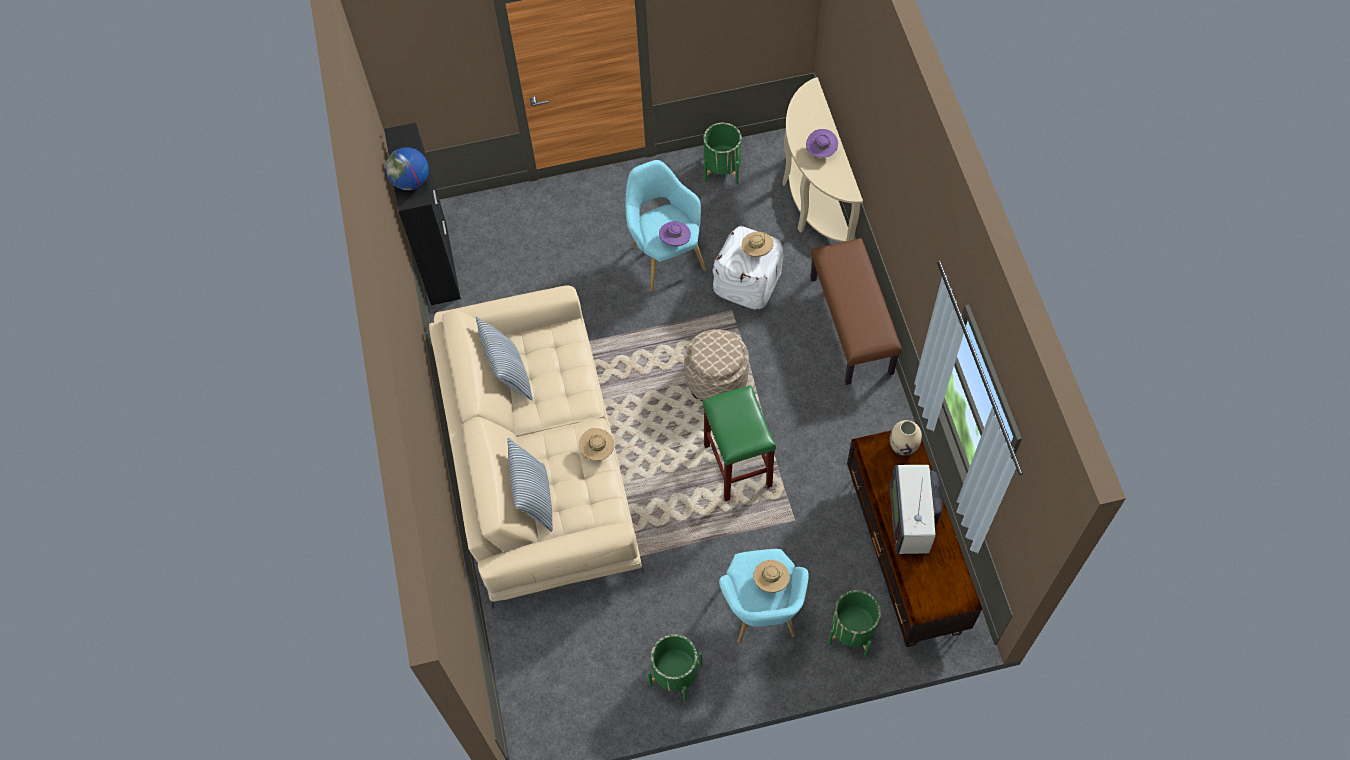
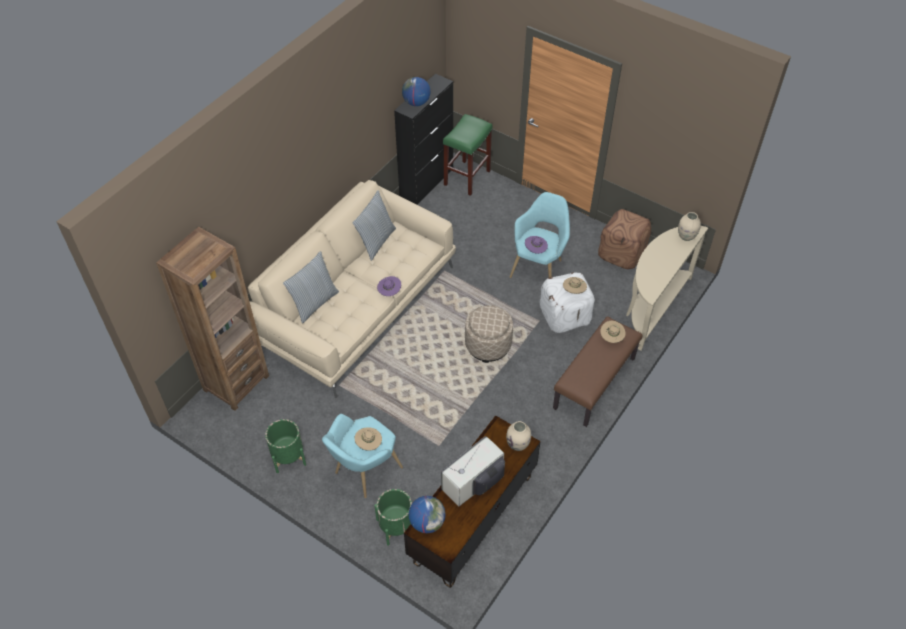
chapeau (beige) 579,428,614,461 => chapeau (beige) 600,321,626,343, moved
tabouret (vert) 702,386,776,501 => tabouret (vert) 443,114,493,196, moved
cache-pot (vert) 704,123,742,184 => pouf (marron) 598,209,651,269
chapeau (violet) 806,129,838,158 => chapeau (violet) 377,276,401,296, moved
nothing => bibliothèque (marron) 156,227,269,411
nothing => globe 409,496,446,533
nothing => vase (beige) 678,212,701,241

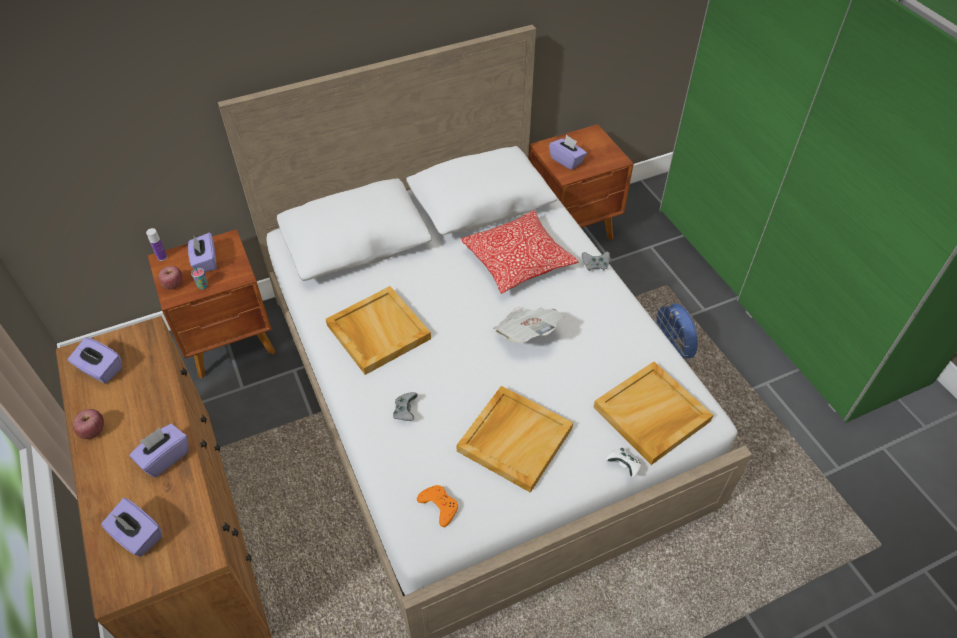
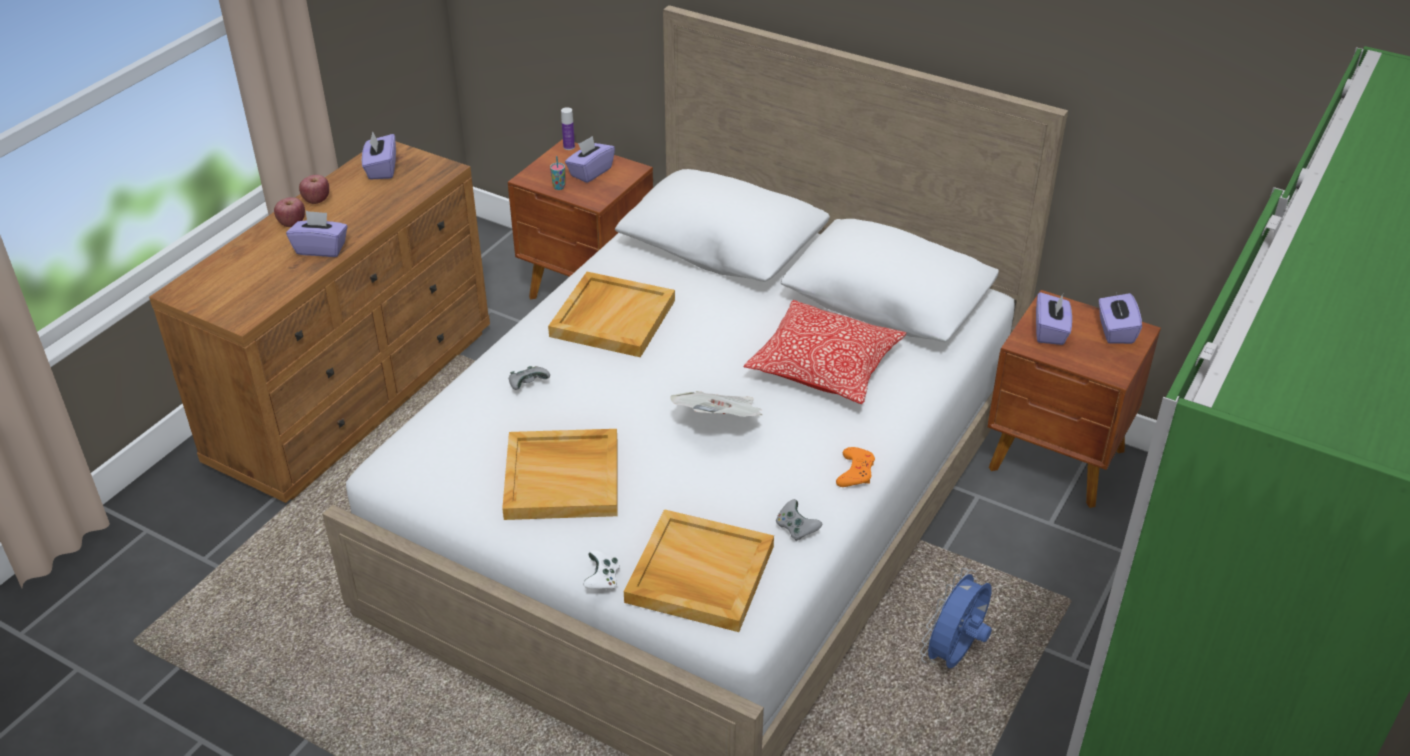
boîte à mouchoirs (violet) 101,498,162,557 => boîte à mouchoirs (violet) 1098,292,1142,344, moved
pomme 158,266,182,289 => pomme 274,197,305,227, moved
manette (orange) 417,485,458,527 => manette (orange) 836,447,875,487, moved
manette (gris) 582,251,610,271 => manette (gris) 776,499,822,541, moved

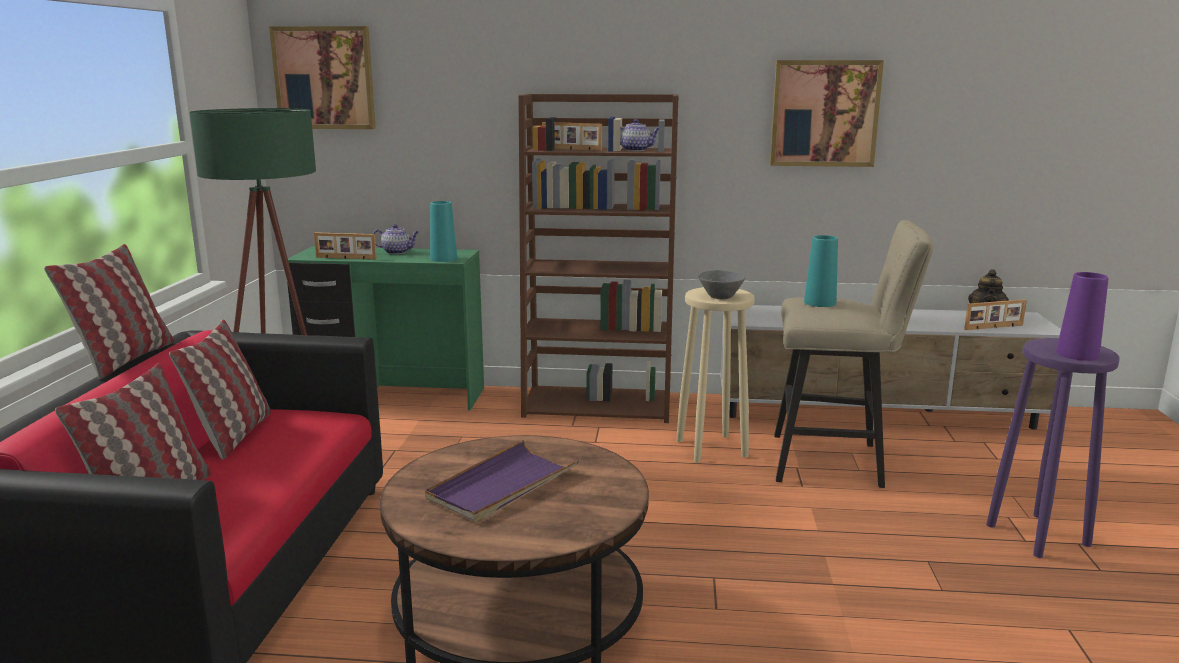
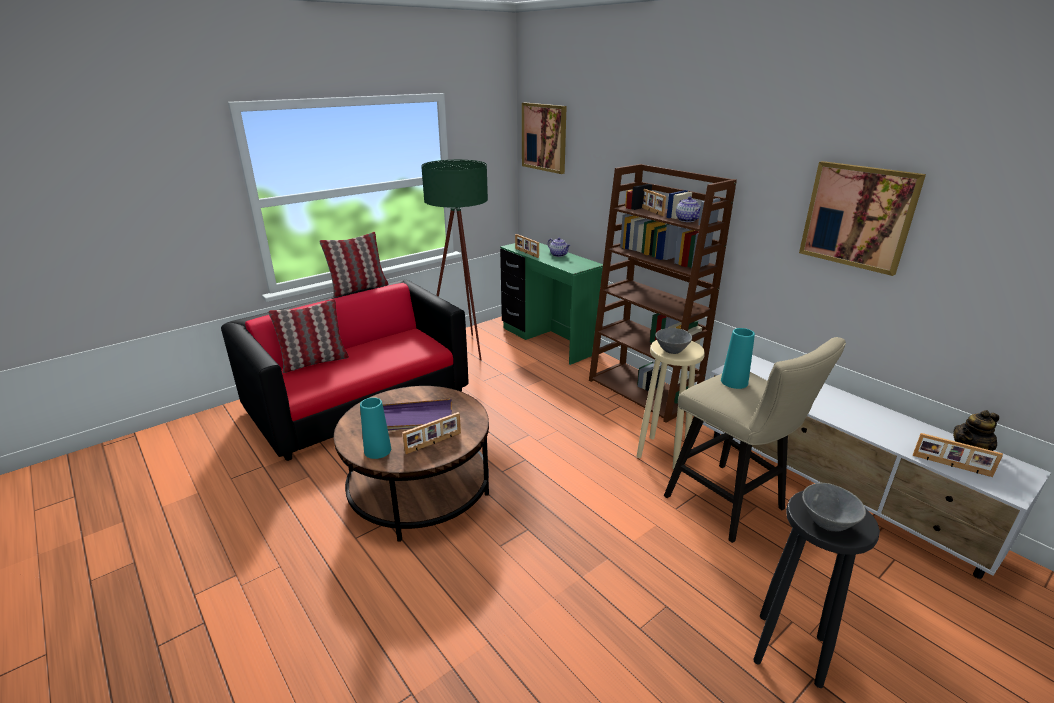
coussin 169,319,271,459 => nothing
vase (turquoise) 430,201,457,262 => vase (turquoise) 360,397,391,459, moved
tabouret (violet) 986,338,1120,558 => tabouret (noir) 753,490,880,688
vase (violet) 1056,272,1109,361 => bol (gris) 802,483,866,532
nothing => cadre photo 402,412,461,454

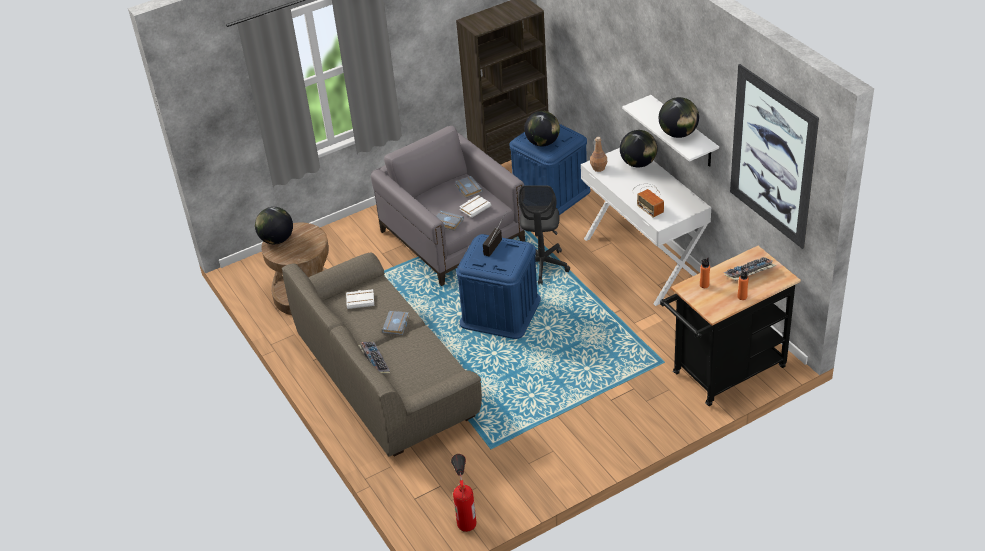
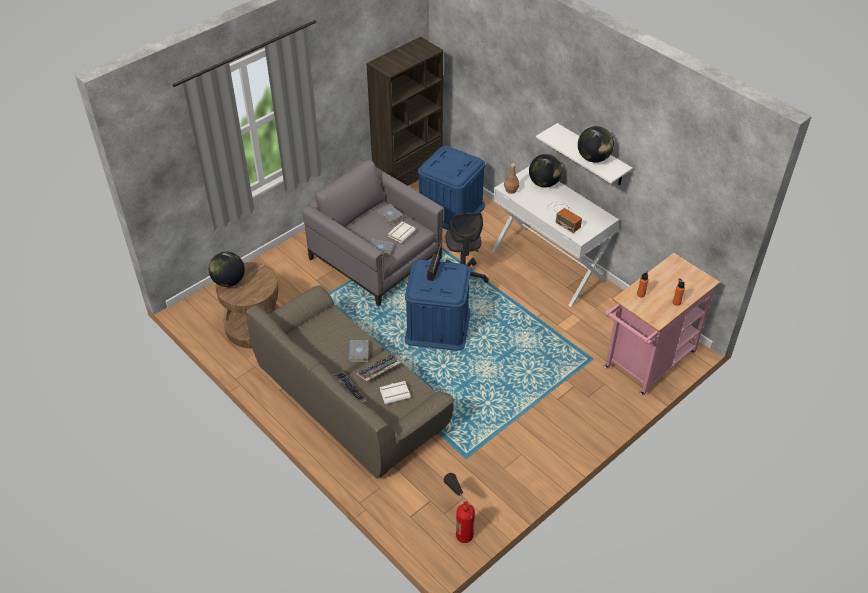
livre (blanc) 346,289,374,309 => livre (blanc) 380,381,411,404, moved
globe 524,111,560,146 => nothing
chariot (noir) 660,246,801,406 => chariot (rose) 604,253,720,396
clavier 724,257,777,280 => clavier 357,354,401,381, moved
tableau 730,64,819,249 => nothing

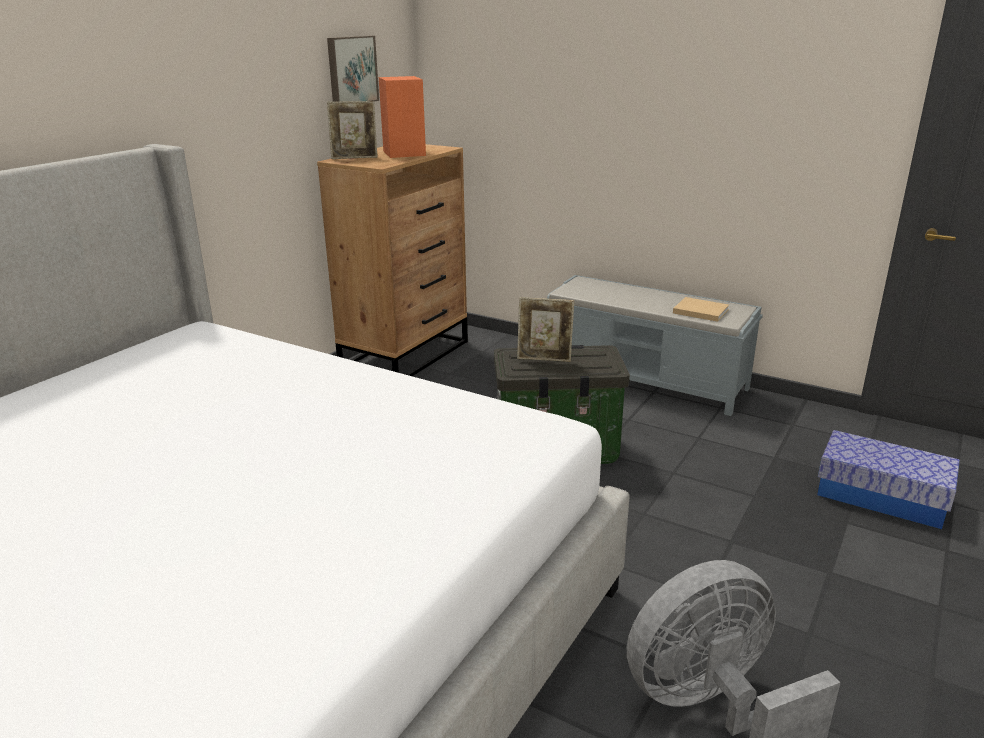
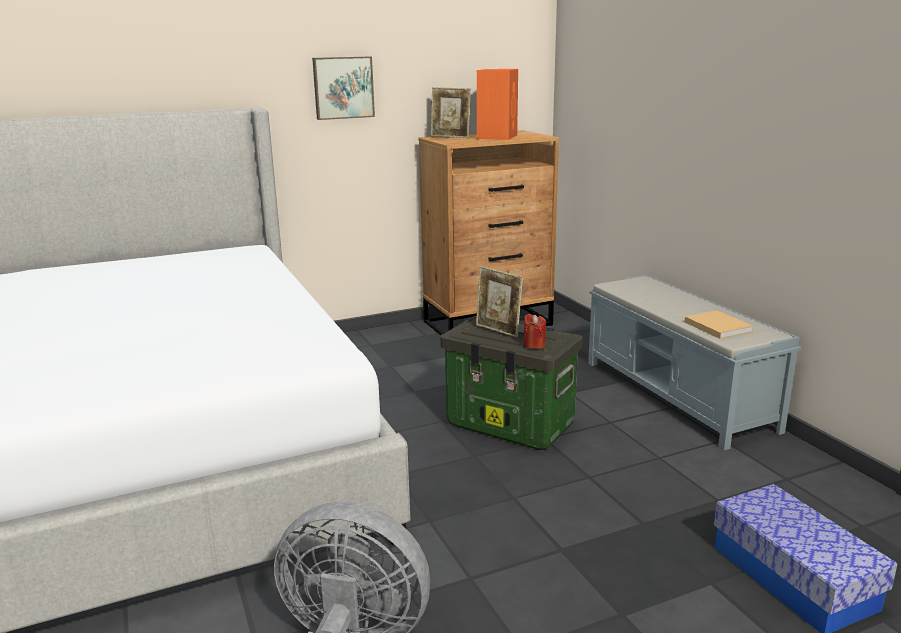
tableau 327,36,379,101 => tableau 312,57,375,120, moved
nothing => bougie (rouge) 524,314,546,349

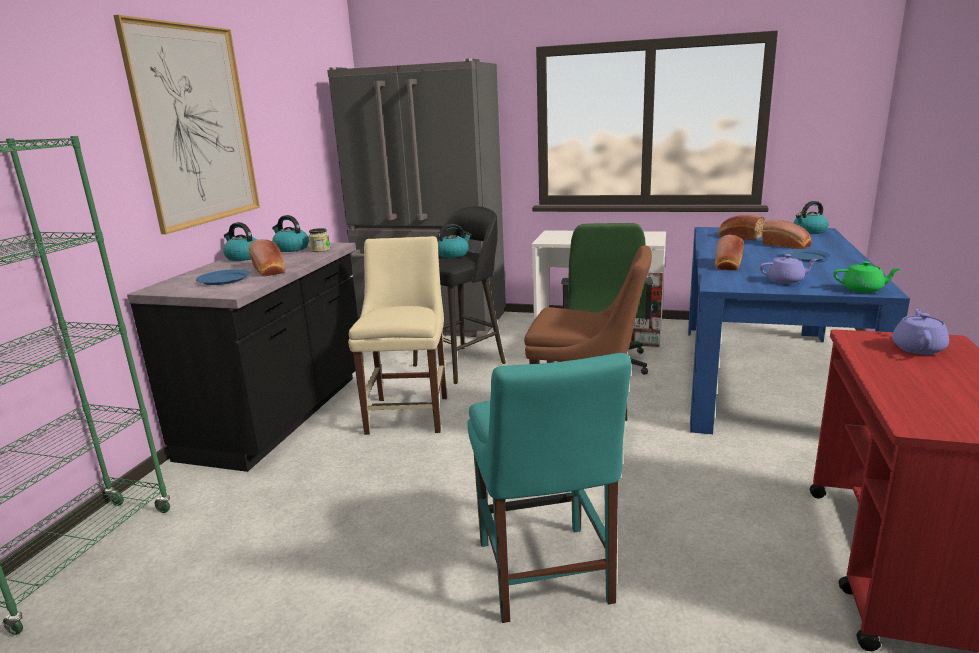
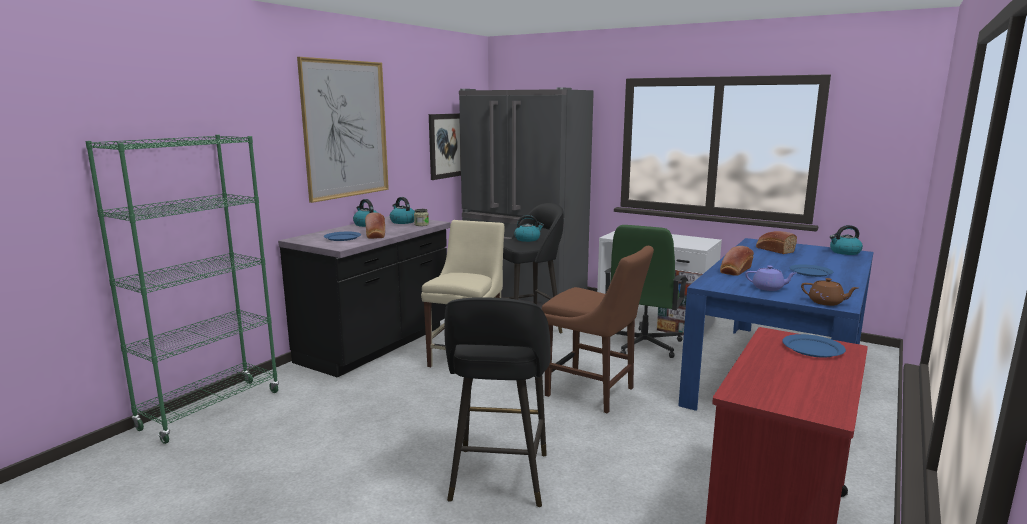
chaise (turquoise) 467,353,632,623 => tabouret (noir) 444,297,551,507
pain 762,220,812,249 => nothing
théière (vert) 833,261,902,293 => théière (marron) 801,278,858,306
théière (violet) 892,309,949,355 => assiette (bleu) 782,334,846,357
nothing => tableau 429,113,461,180

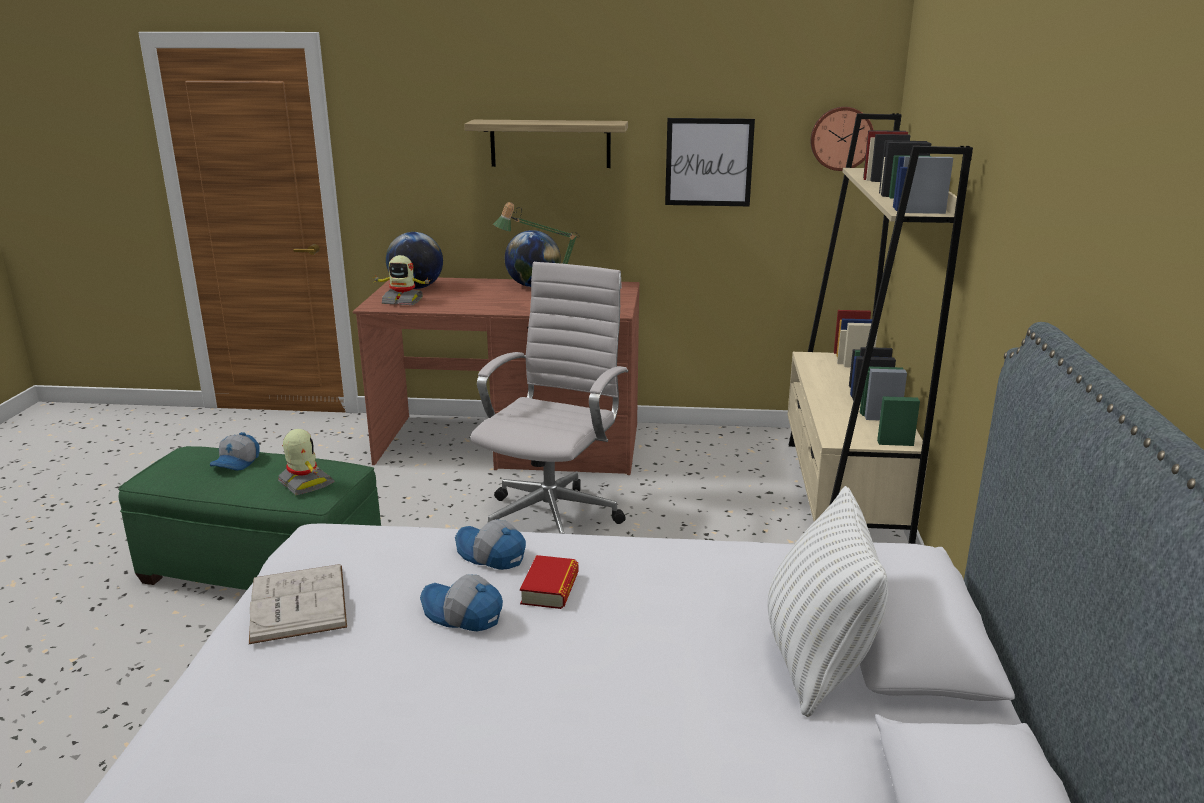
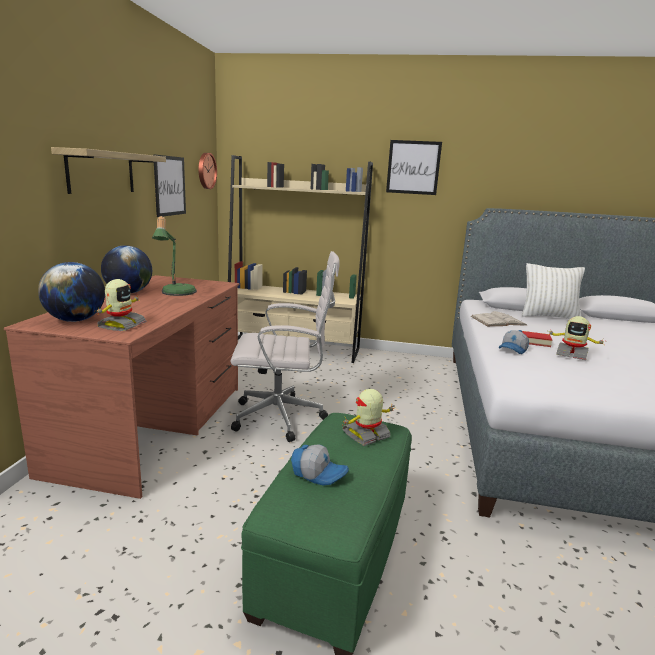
livre (blanc) 249,564,347,644 => livre (blanc) 471,311,528,326, moved
casquette 420,574,503,632 => robot jouet 548,316,604,360
chaise de bureau (blanc) 471,262,628,534 => chaise de bureau (blanc) 231,251,340,442, 150 degrees clockwise
nothing => tableau 386,140,442,195

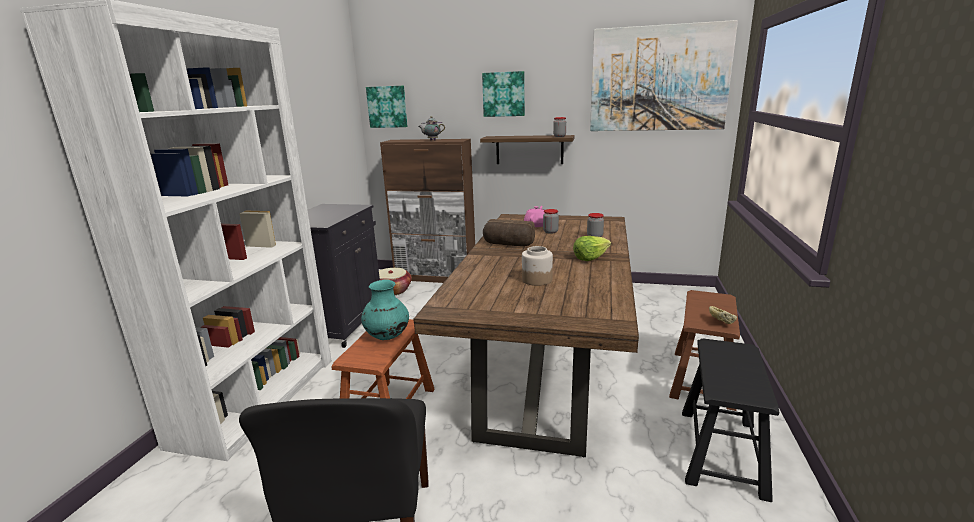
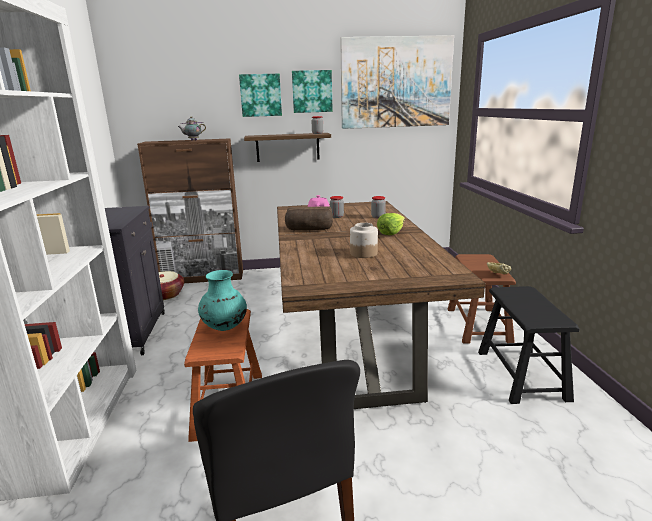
tableau 366,86,407,128 => tableau 292,70,333,113, moved

